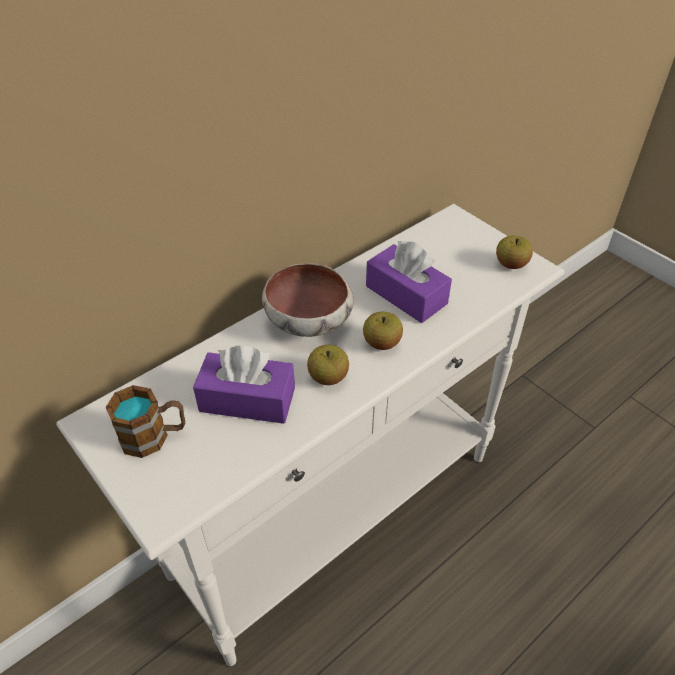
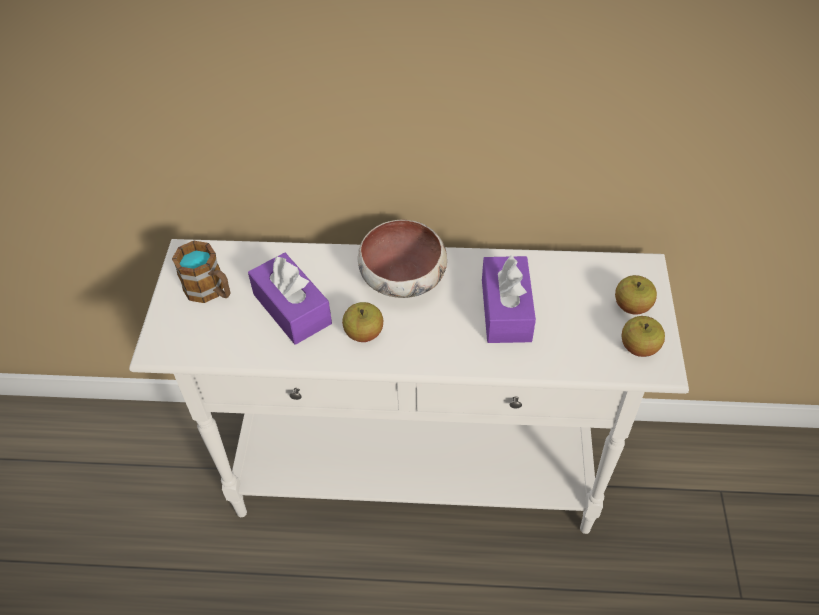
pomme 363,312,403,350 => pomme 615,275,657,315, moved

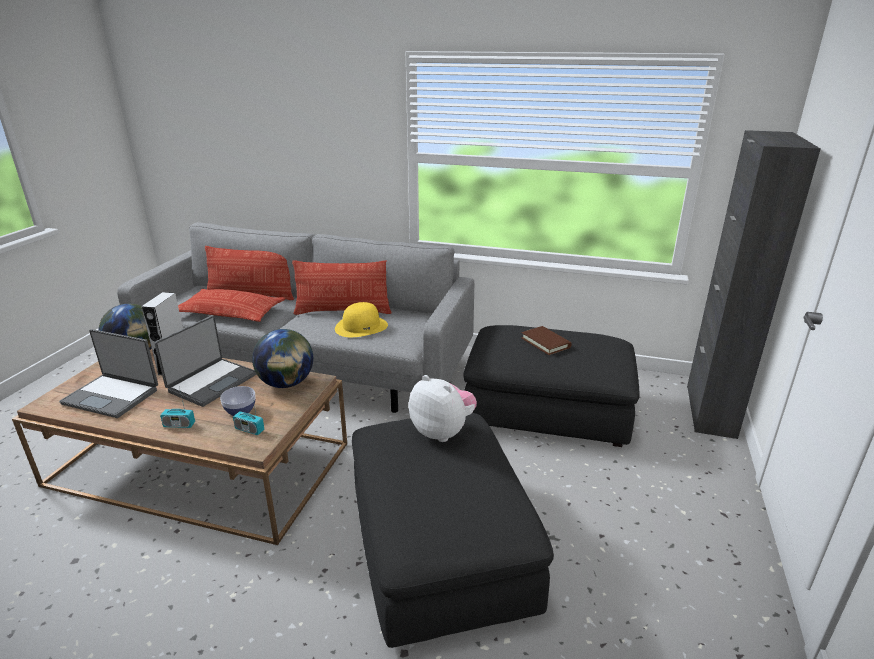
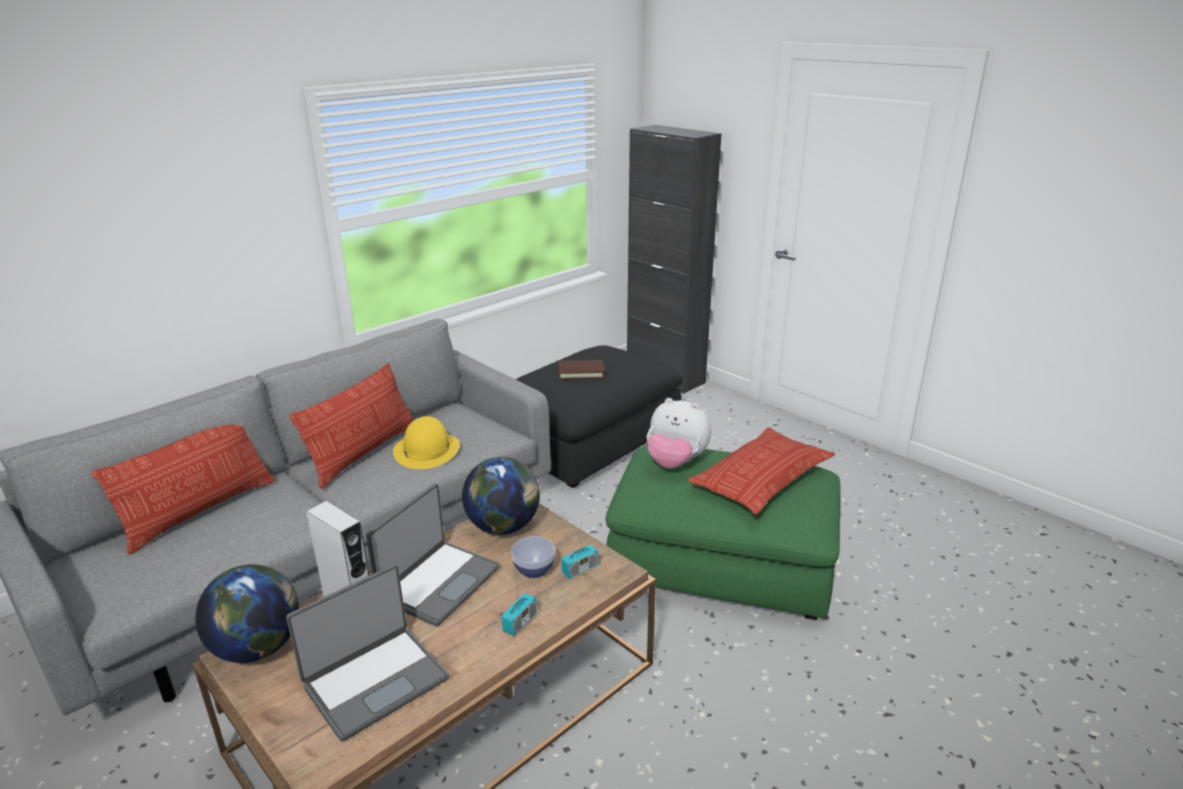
ordinateur portable 154,315,256,407 => ordinateur portable 366,484,500,627, 60 degrees clockwise
coussin 178,289,285,322 => coussin 688,427,835,515, moved
pouf (noir) 352,413,554,648 => pouf (vert) 605,446,841,620
peluche 409,375,477,442 => peluche 646,398,711,469, 135 degrees counterclockwise

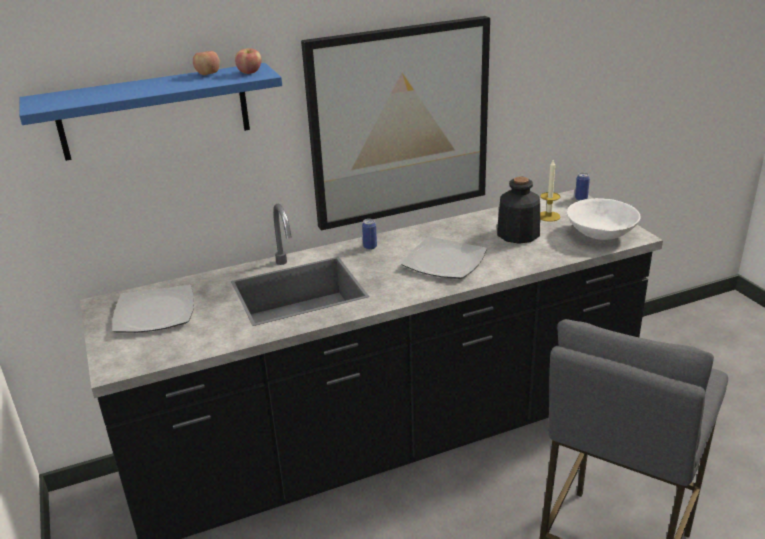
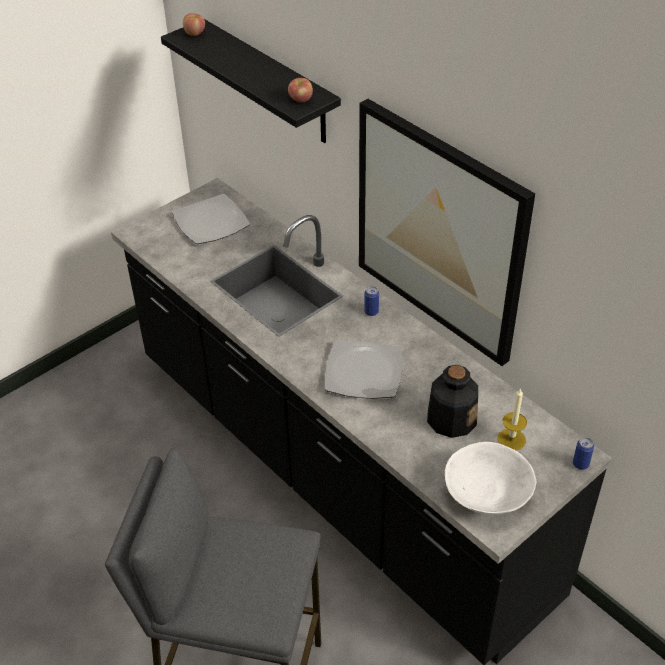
étagère (bleu) 19,63,282,161 => étagère (noir) 161,19,341,143
pomme 193,51,220,75 => pomme 183,13,205,36, moved

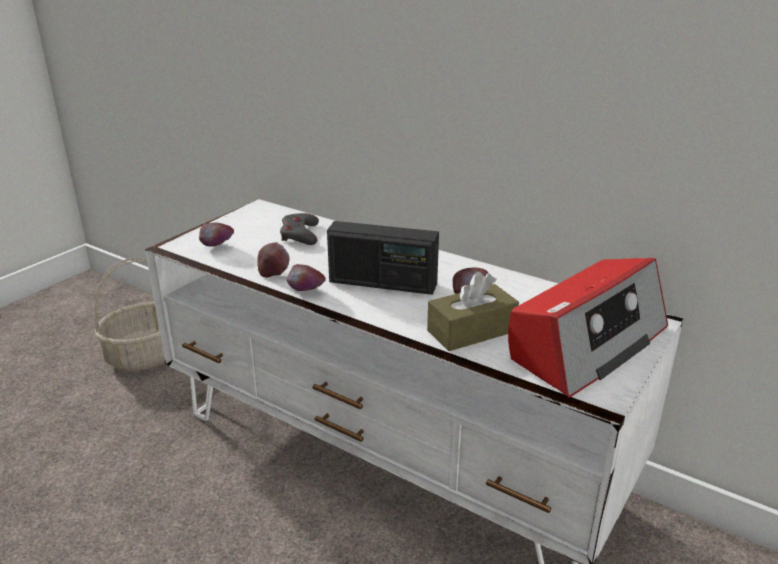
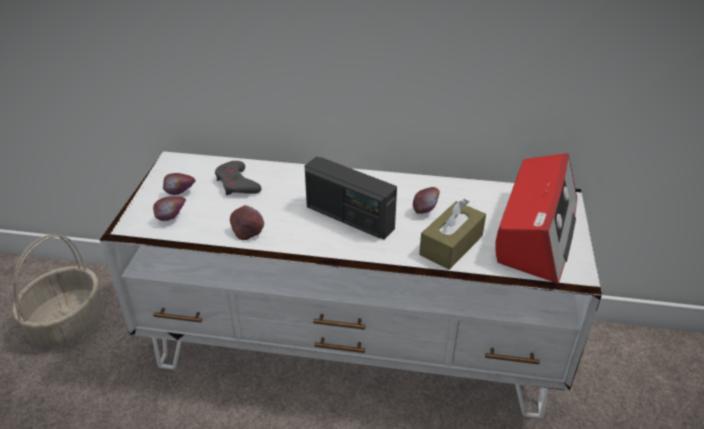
pomme 287,264,326,291 => pomme 163,173,196,195, moved
radio 327,221,439,295 => radio 305,156,397,240, 45 degrees clockwise

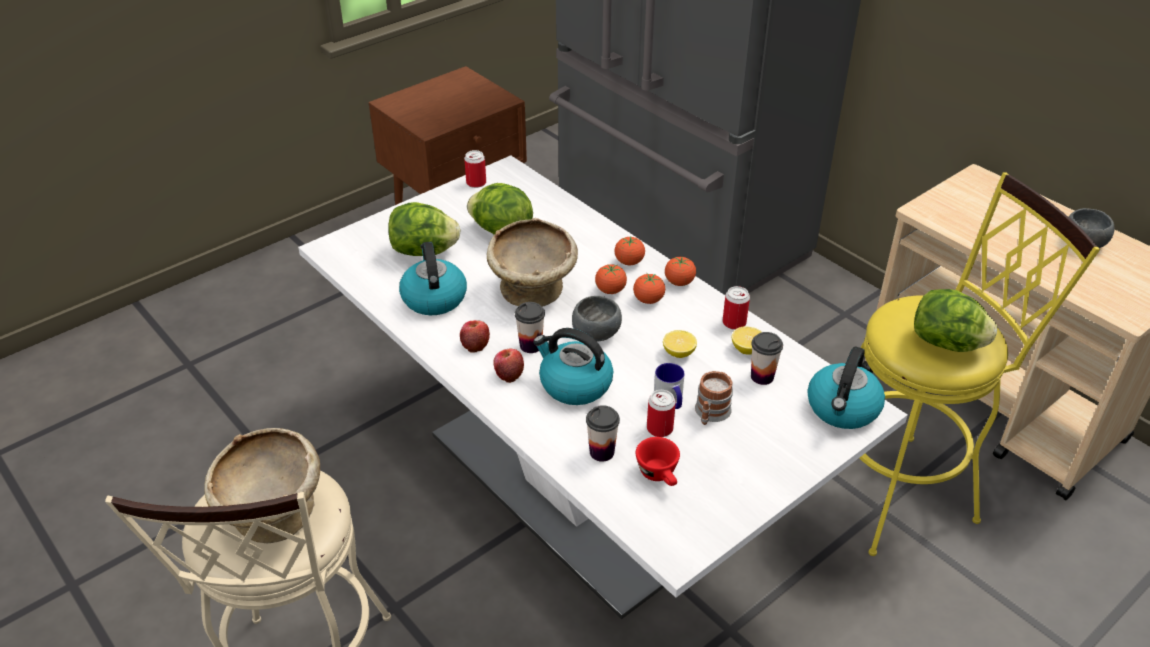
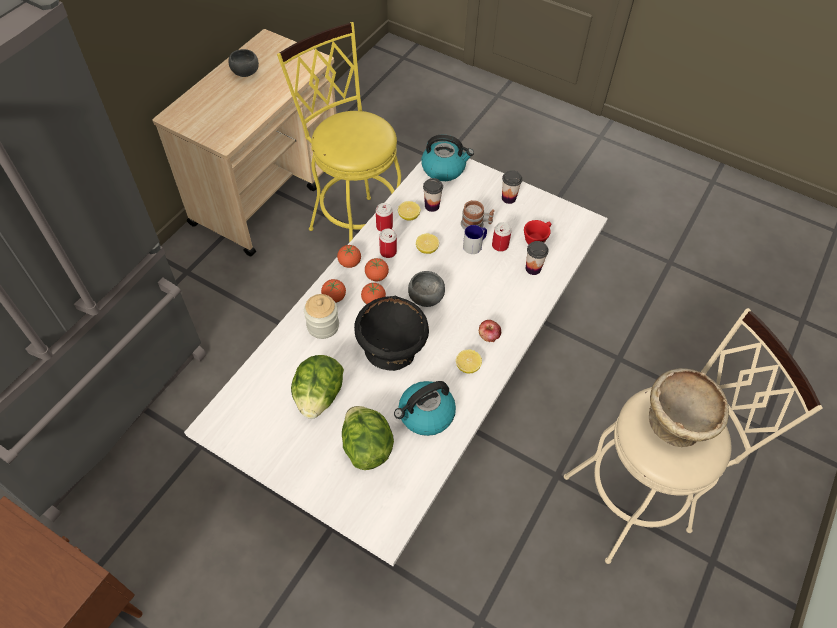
pomme 460,320,490,353 => citron 456,350,482,373
boîte métallique 464,150,486,188 => boîte métallique 379,229,397,258, moved
bol (beige) 487,218,578,307 => bol (noir) 354,296,429,371
tasse 515,302,545,353 => tasse 502,170,522,204, moved
bouilloire 533,328,613,405 => nothing
laitue 914,289,997,352 => nothing
nothing => bocal 304,294,339,339

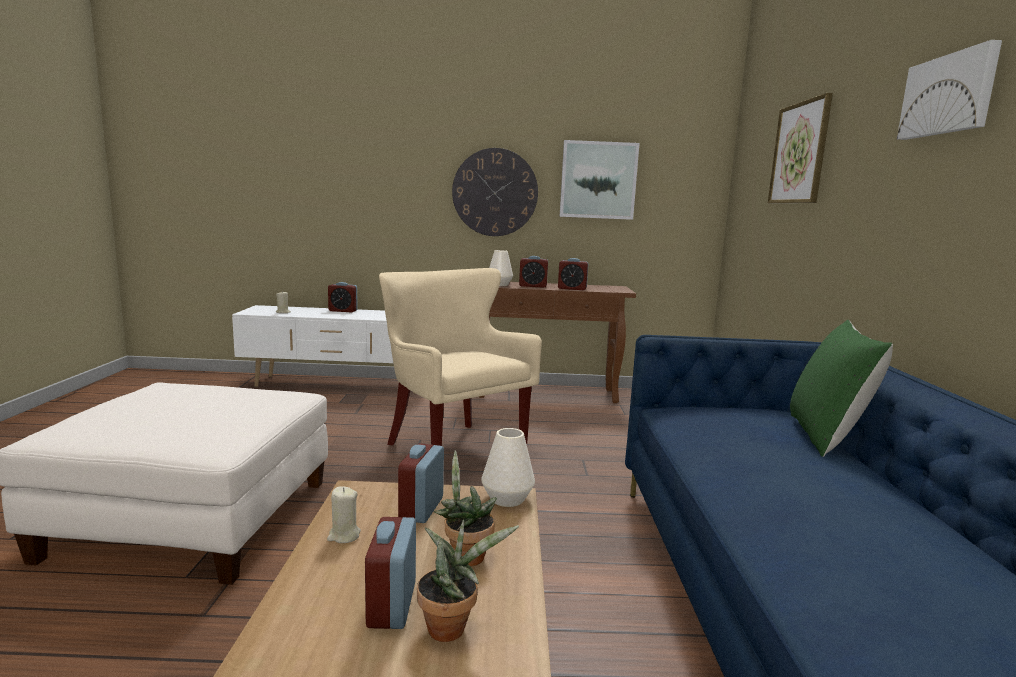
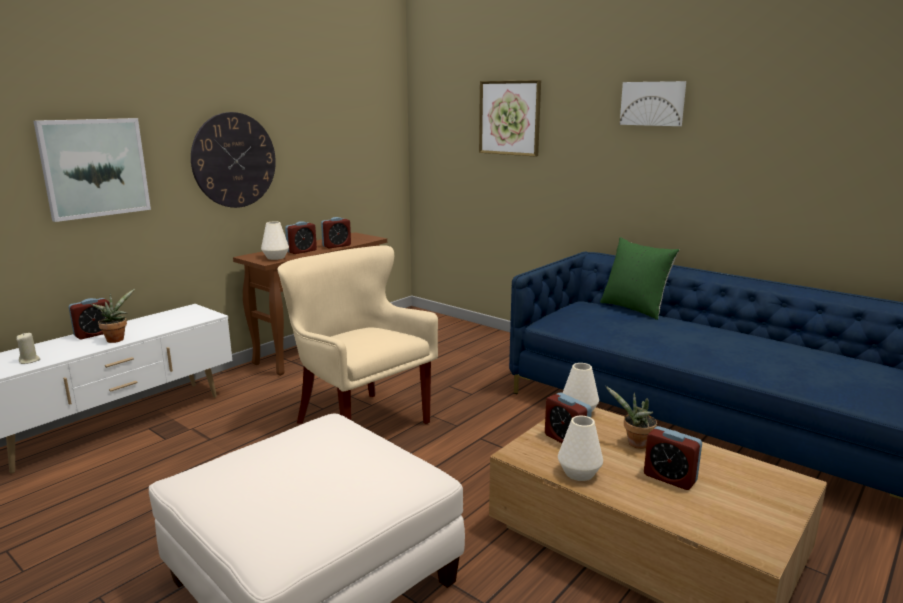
bougie (beige) 327,486,361,543 => vase (blanc) 558,416,603,481
fauteuil (beige) 379,268,542,446 => fauteuil (beige) 277,245,438,424, 45 degrees clockwise
plante en pot 417,520,519,642 => plante en pot 91,289,135,343, moved
tableau 560,140,640,220 => tableau 34,118,151,222, moved

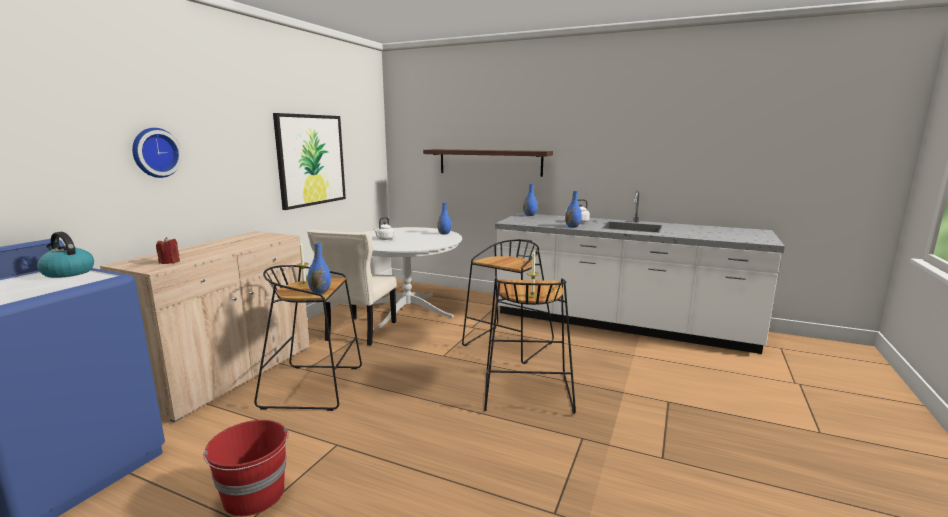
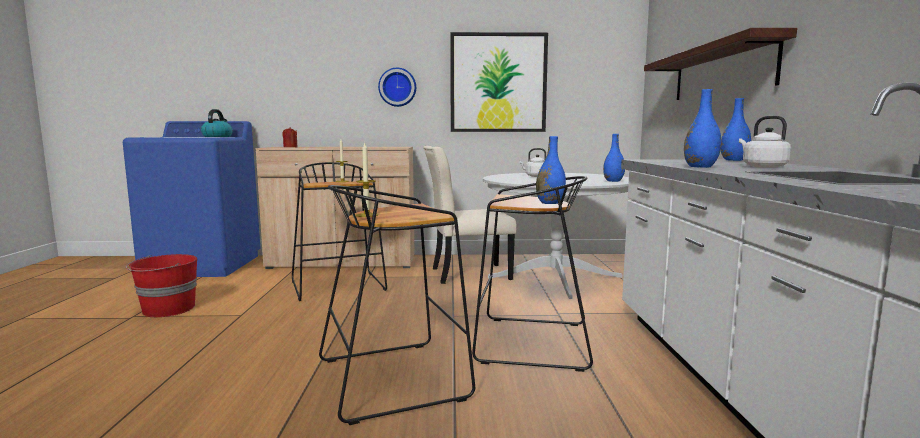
horloge murale 132,128,182,178 => horloge murale 378,68,416,107, moved
vase (bleu) 307,243,331,294 => vase (bleu) 536,136,566,204, moved

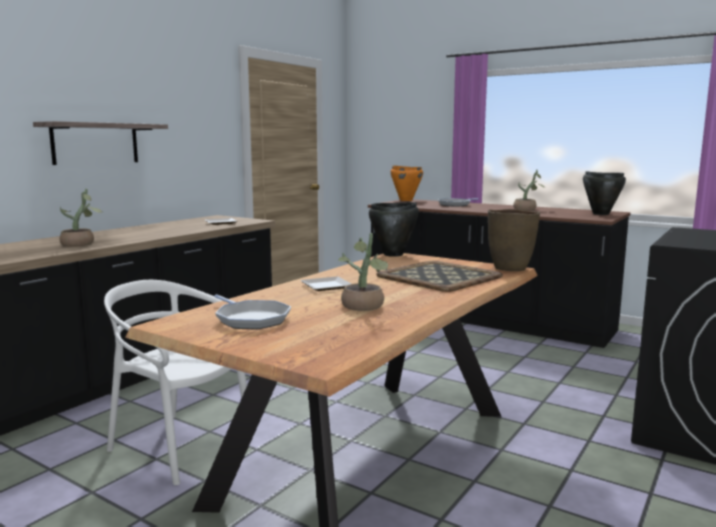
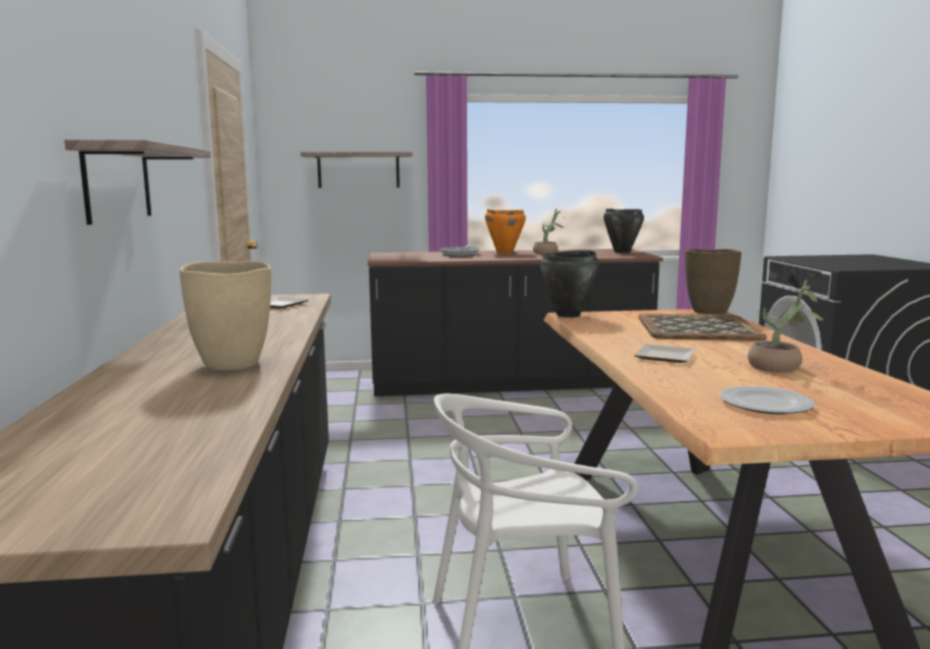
plante en pot 59,188,103,247 => vase (beige) 180,261,271,370
poêle 214,295,291,329 => assiette 719,386,815,414
marmite (orange) 391,166,423,201 => marmite (orange) 485,209,526,254, moved
nothing => étagère 301,152,413,188

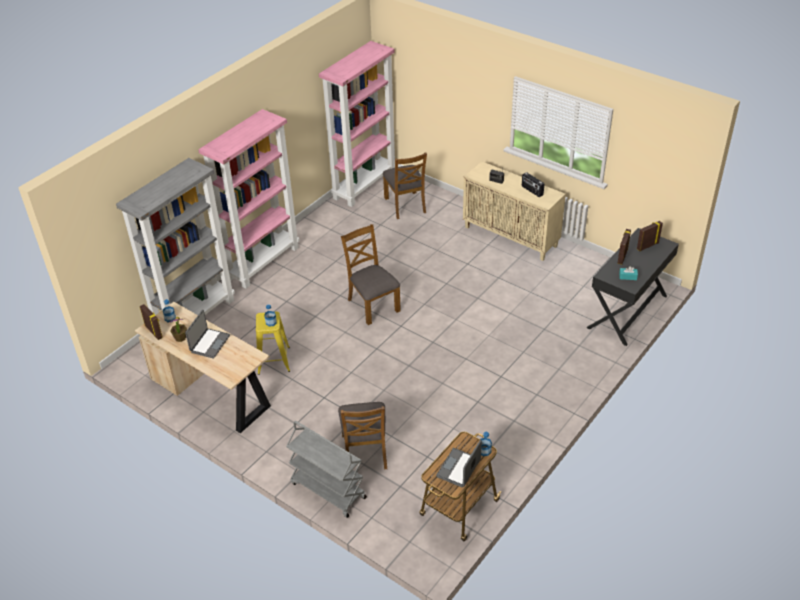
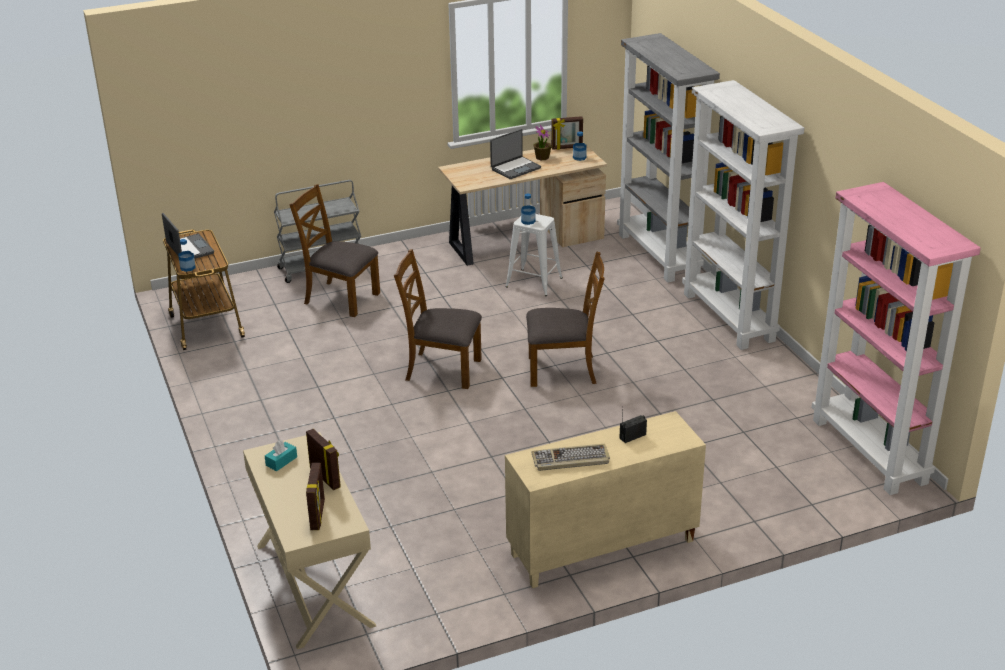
ordinateur portable 185,310,230,359 => ordinateur portable 490,129,541,179, 90 degrees counterclockwise
bibliothèque (rose) 198,109,300,289 => bibliothèque (blanc) 682,80,804,350
tabouret (jaune) 256,311,290,375 => tabouret (blanc) 505,214,563,296
chaise (marron) 382,152,427,219 => chaise (marron) 394,249,482,389, moved
radio 522,172,544,197 => clavier 531,444,610,471
bureau (noir) 587,228,679,346 => bureau (beige) 243,432,376,649

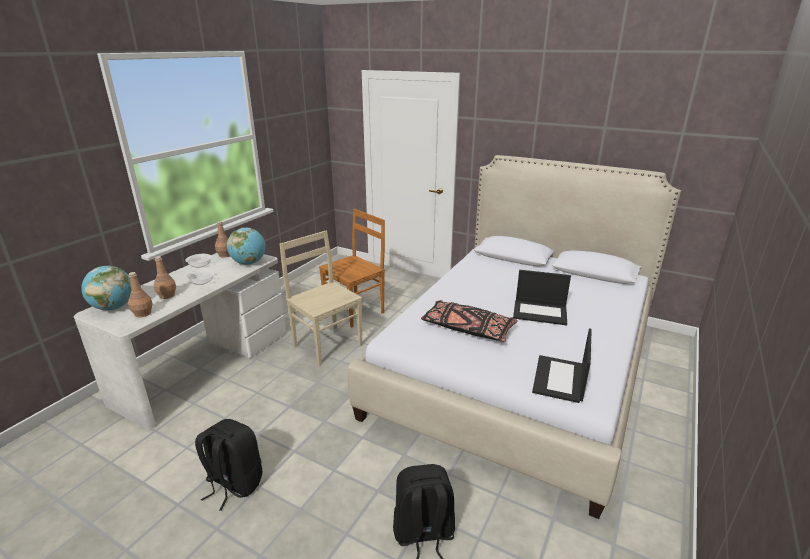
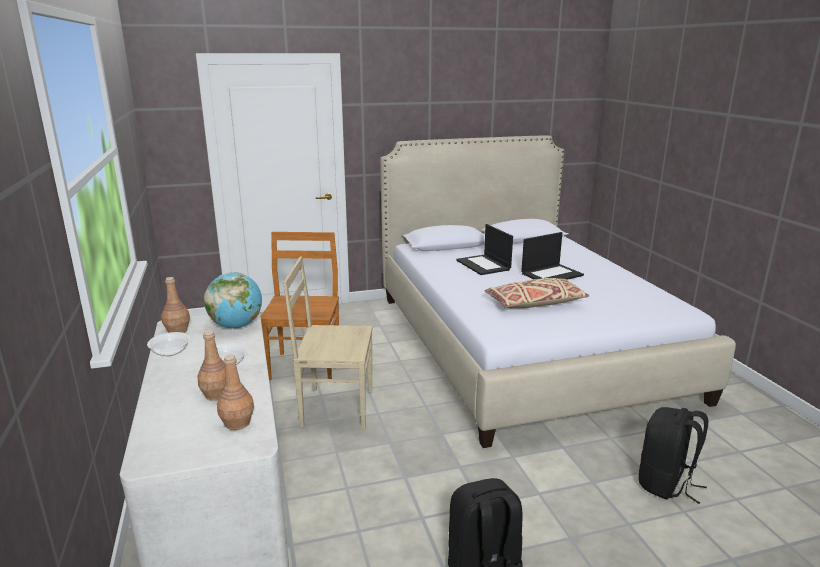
globe 81,266,132,310 => nothing
coussin (noir) 421,300,518,342 => coussin (beige) 484,278,589,308
ordinateur portable 532,328,592,403 => ordinateur portable 456,224,513,275, moved

